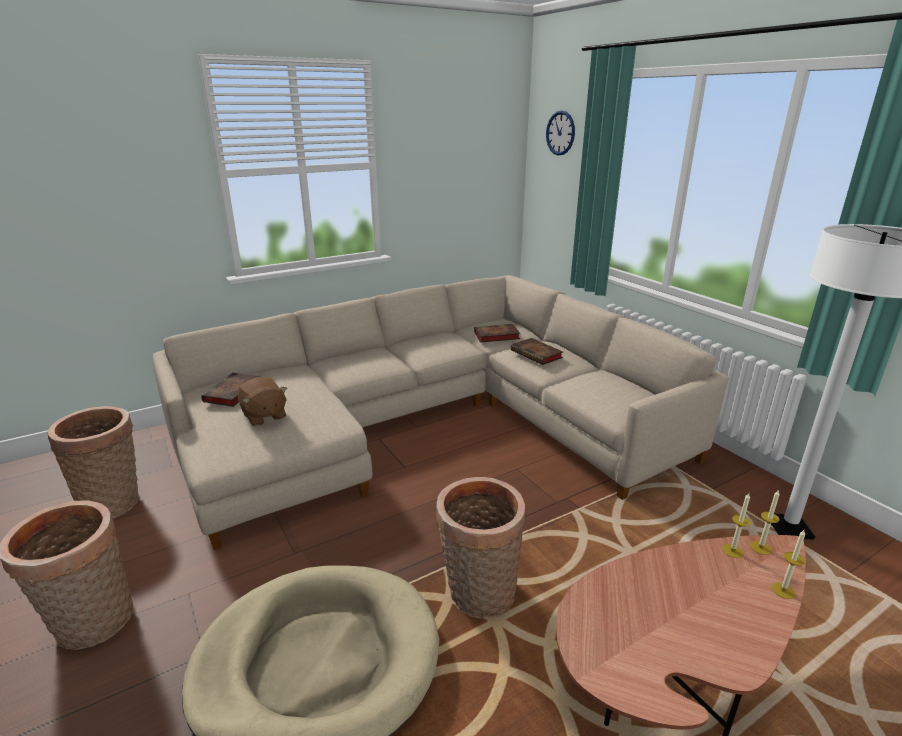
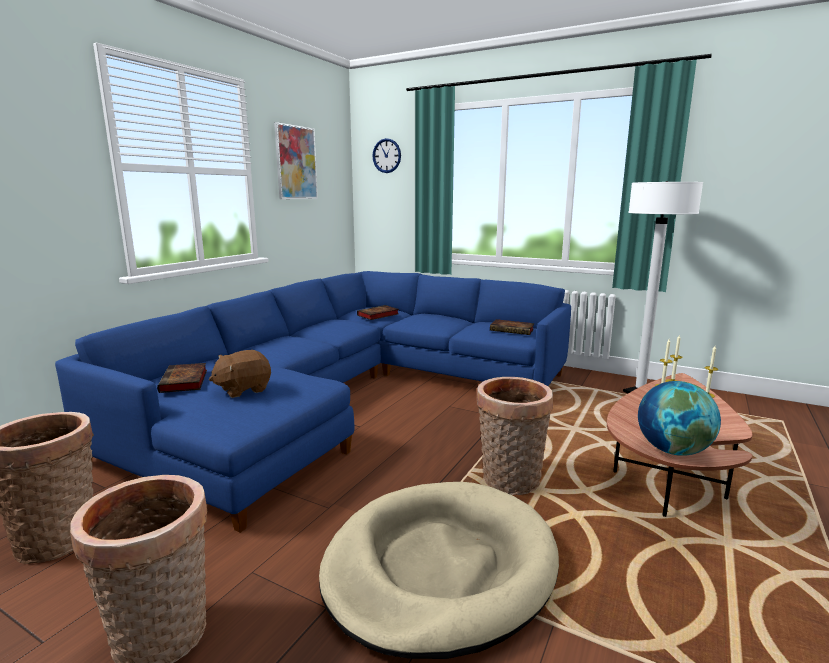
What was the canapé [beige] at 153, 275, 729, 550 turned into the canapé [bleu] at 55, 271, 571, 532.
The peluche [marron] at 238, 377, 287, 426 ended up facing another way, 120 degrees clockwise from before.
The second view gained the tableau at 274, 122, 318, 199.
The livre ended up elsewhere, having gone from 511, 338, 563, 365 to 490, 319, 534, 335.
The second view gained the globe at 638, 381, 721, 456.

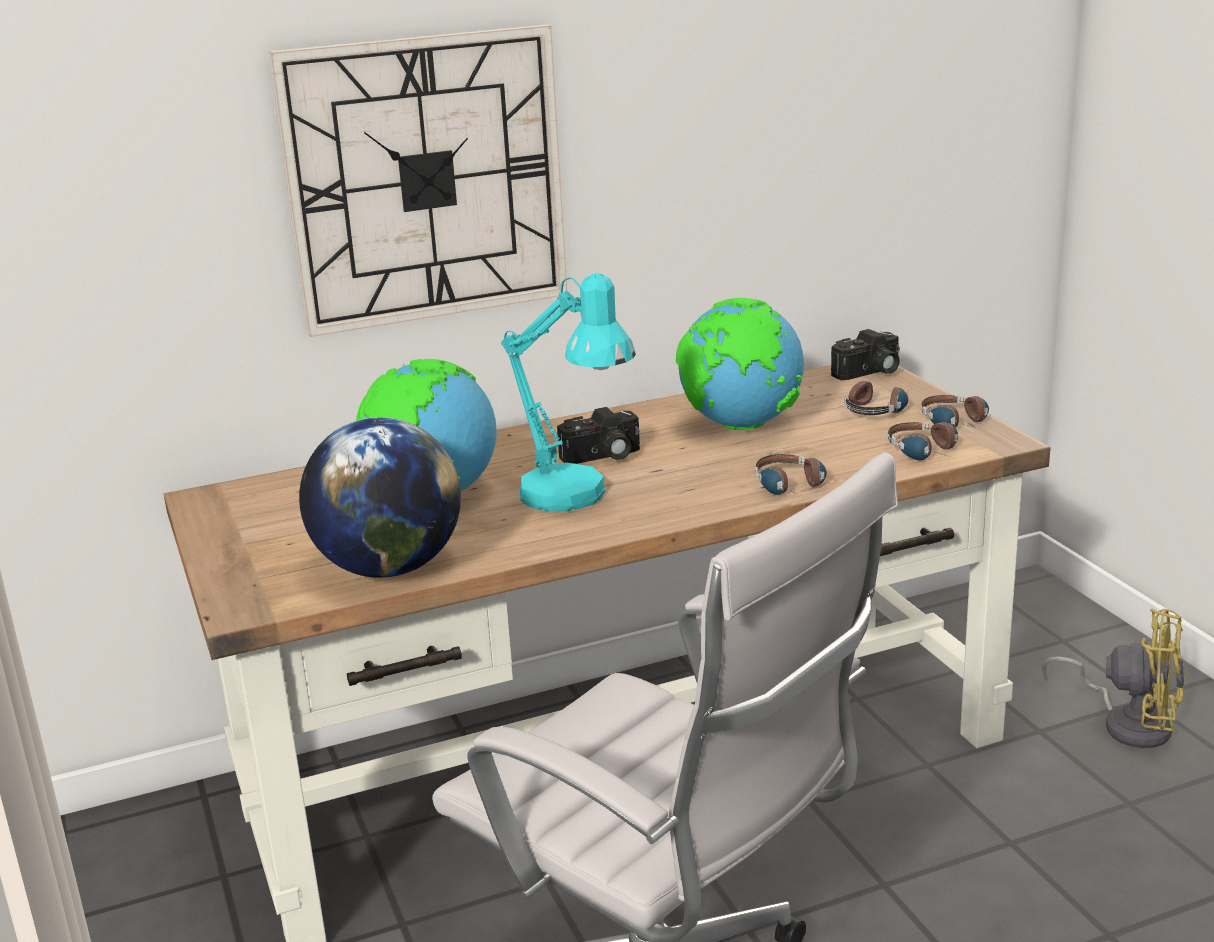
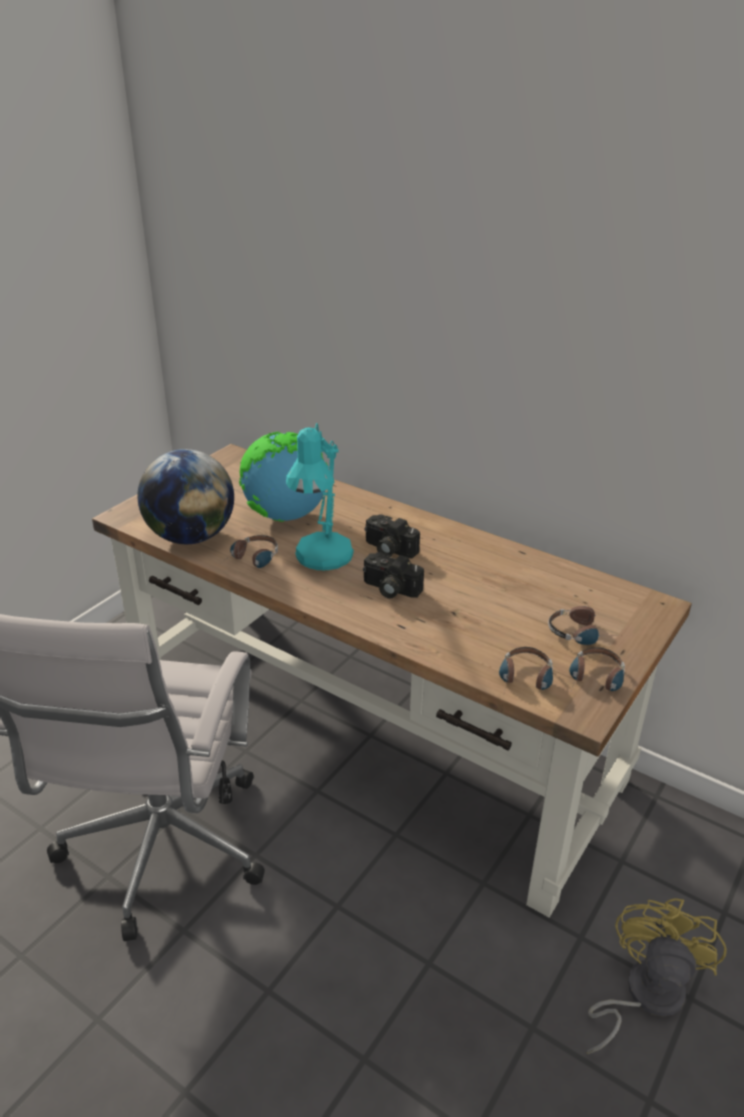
The casque audio ended up elsewhere, having gone from 755, 454, 827, 495 to 222, 535, 278, 568.
The appareil photo ended up elsewhere, having gone from 831, 329, 900, 380 to 363, 552, 424, 598.
The ventilateur [jaune] at 1042, 609, 1185, 748 ended up facing another way, 150 degrees counterclockwise from before.
The second view lost the horloge murale at 269, 24, 567, 337.
The second view lost the globe at 676, 298, 804, 430.

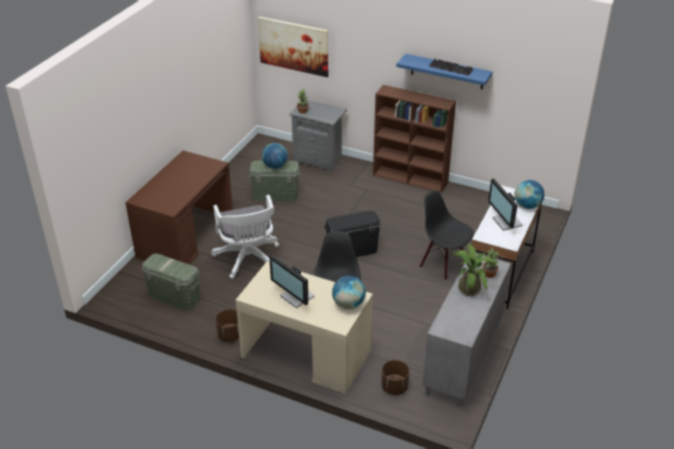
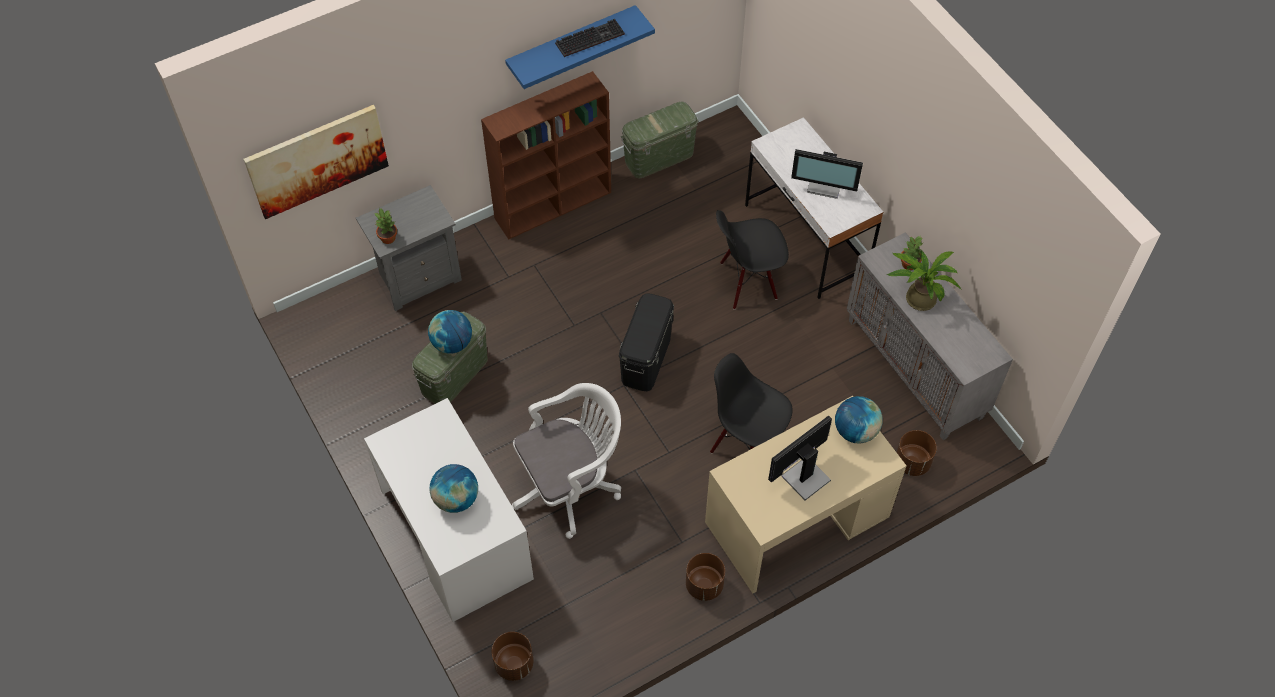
What was the bureau [marron] at 125, 151, 233, 264 turned into the bureau [blanc] at 364, 398, 534, 622.
The globe ended up elsewhere, having gone from 515, 180, 544, 209 to 429, 464, 478, 513.
The second view gained the cache-pot [marron] at 492, 632, 533, 681.
The chaise de bureau [blanc] at 212, 195, 279, 279 ended up facing another way, 45 degrees counterclockwise from before.
The boîte de rangement [vert] ended up elsewhere, having gone from 142, 253, 200, 311 to 621, 101, 699, 179.
The écran d'ordinateur at 269, 255, 314, 308 ended up facing another way, 150 degrees clockwise from before.

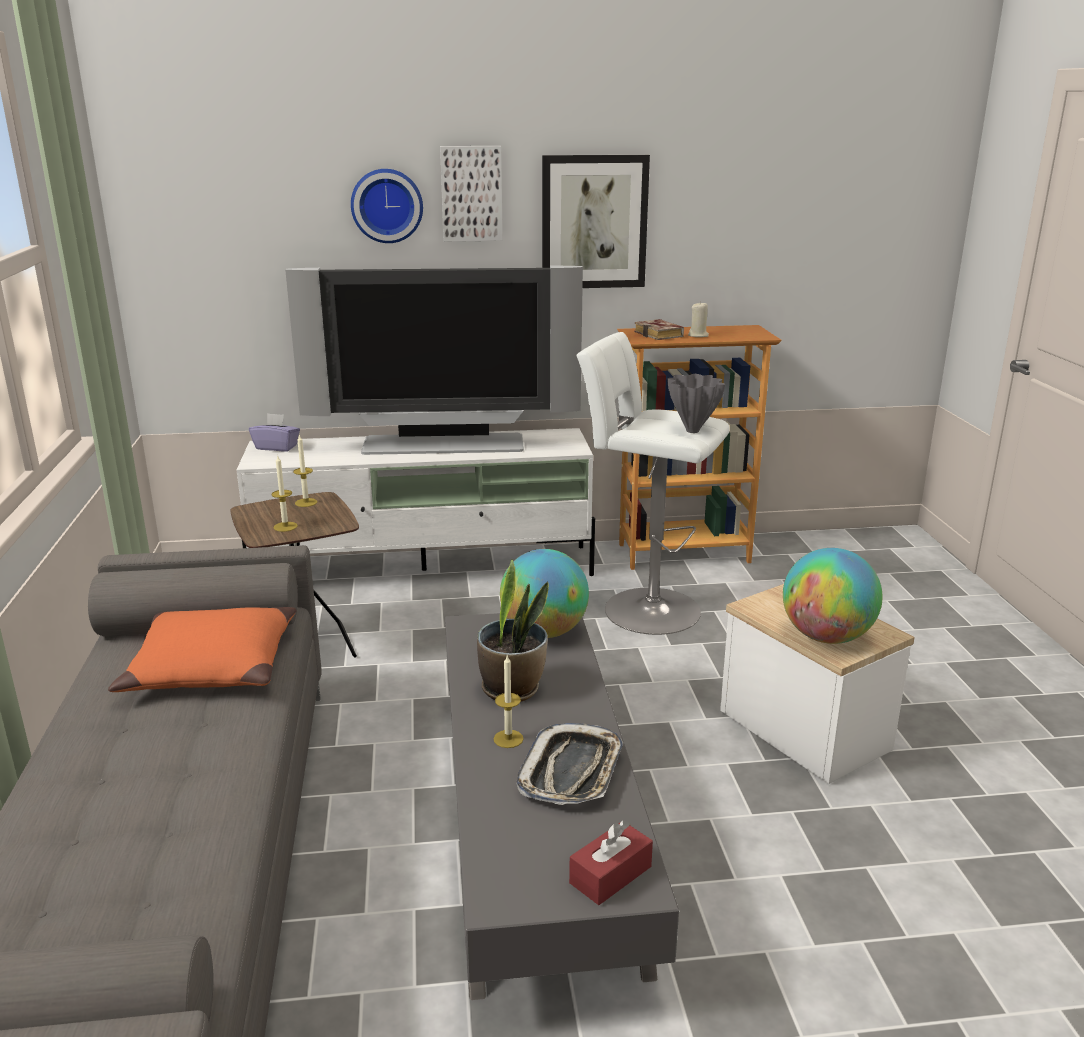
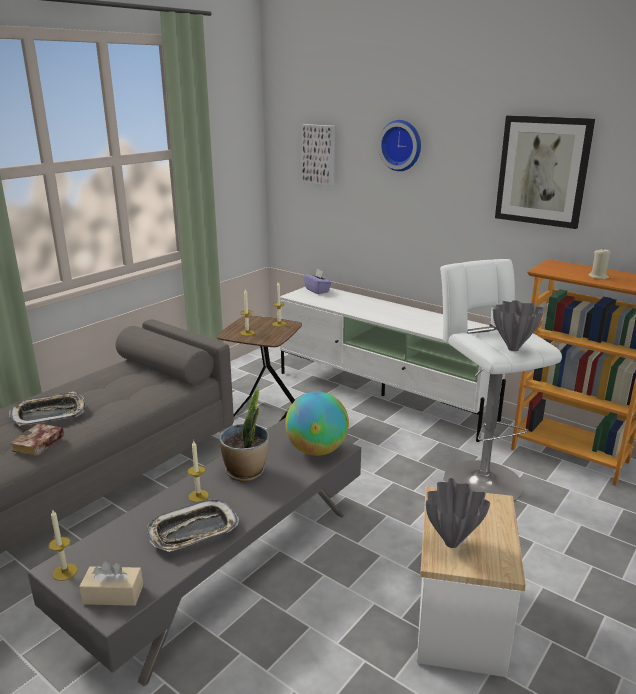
The second view gained the plateau at 9, 392, 85, 426.
The livre ended up elsewhere, having gone from 634, 319, 684, 340 to 10, 423, 64, 456.
The second view gained the bougie at 48, 509, 78, 581.
What was the boîte à mouchoirs [rouge] at 569, 820, 653, 905 turned into the boîte à mouchoirs [beige] at 79, 560, 143, 606.
The tableau ended up elsewhere, having gone from 440, 146, 503, 242 to 302, 124, 335, 186.
Where the globe stood at 783, 548, 882, 644, the vase [gris] came to stand at 426, 478, 490, 548.
The second view lost the coussin [orange] at 108, 607, 297, 692.
The second view lost the téléviseur at 285, 266, 583, 455.

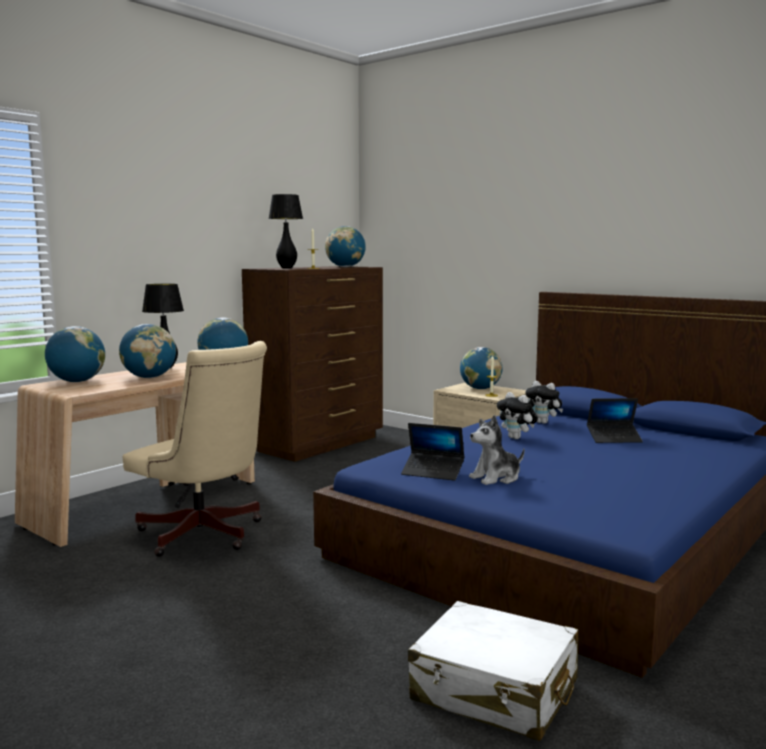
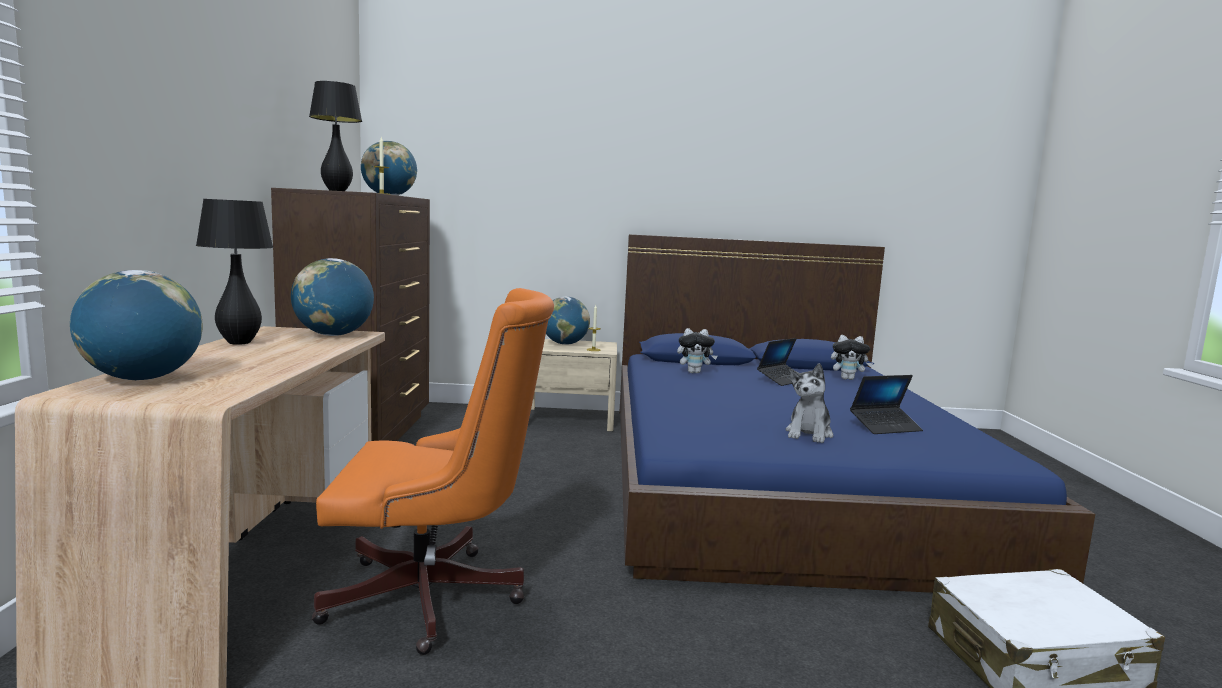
What was the chaise de bureau [beige] at 123, 341, 267, 557 turned into the chaise de bureau [orange] at 311, 288, 554, 655.
The peluche ended up elsewhere, having gone from 497, 392, 538, 439 to 831, 335, 873, 380.
The ordinateur portable ended up elsewhere, having gone from 401, 423, 464, 481 to 850, 375, 923, 434.
The second view lost the globe at 119, 324, 176, 378.

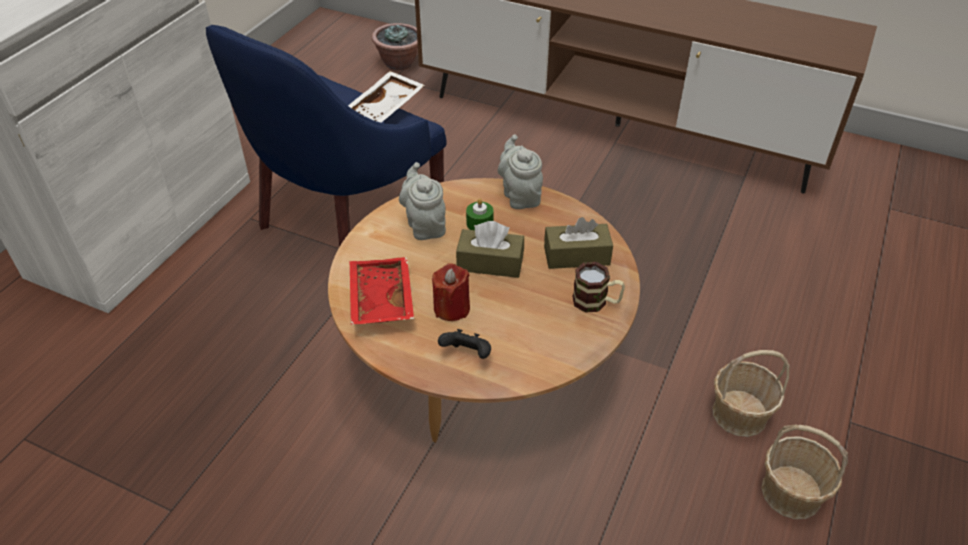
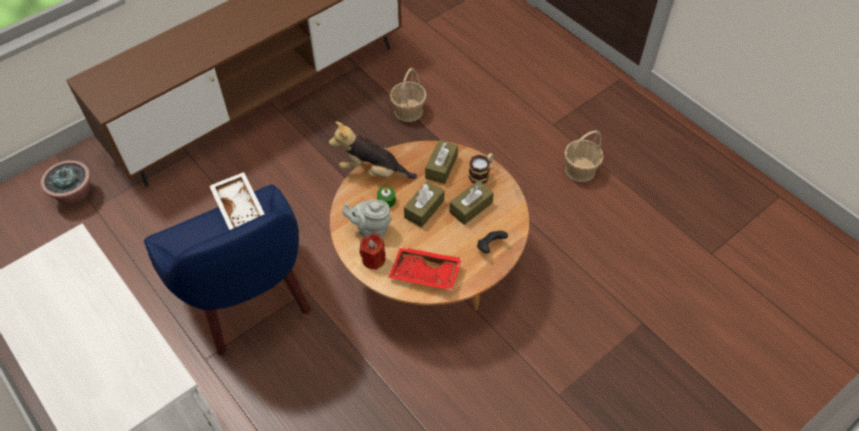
Where the théière [gris] stood at 498, 134, 543, 209, the peluche came to stand at 329, 121, 417, 179.
The bougie [rouge] ended up elsewhere, having gone from 432, 263, 470, 321 to 359, 233, 386, 270.
The panier ended up elsewhere, having gone from 712, 350, 789, 437 to 390, 68, 427, 122.
The second view gained the boîte à mouchoirs [marron] at 449, 180, 494, 225.

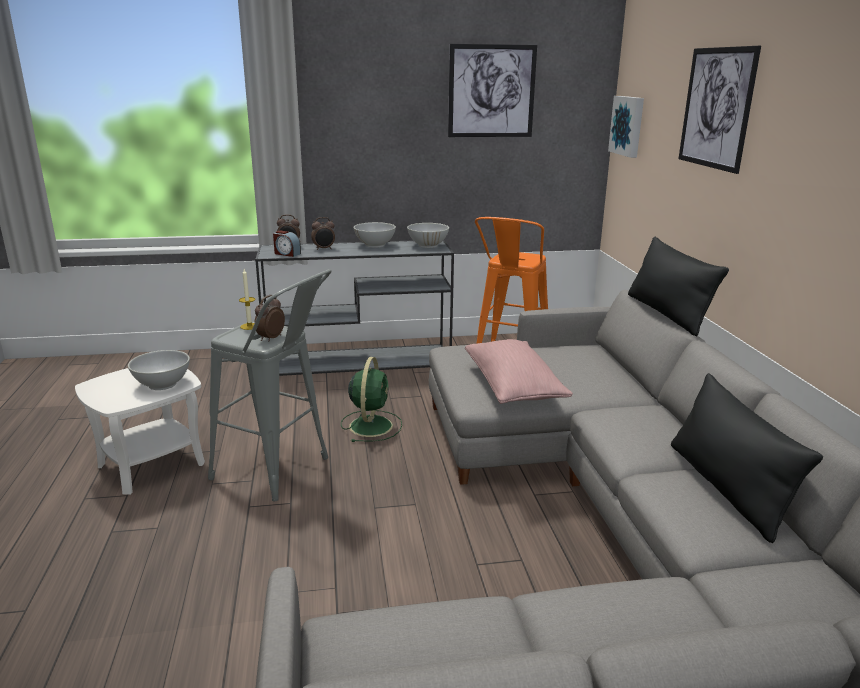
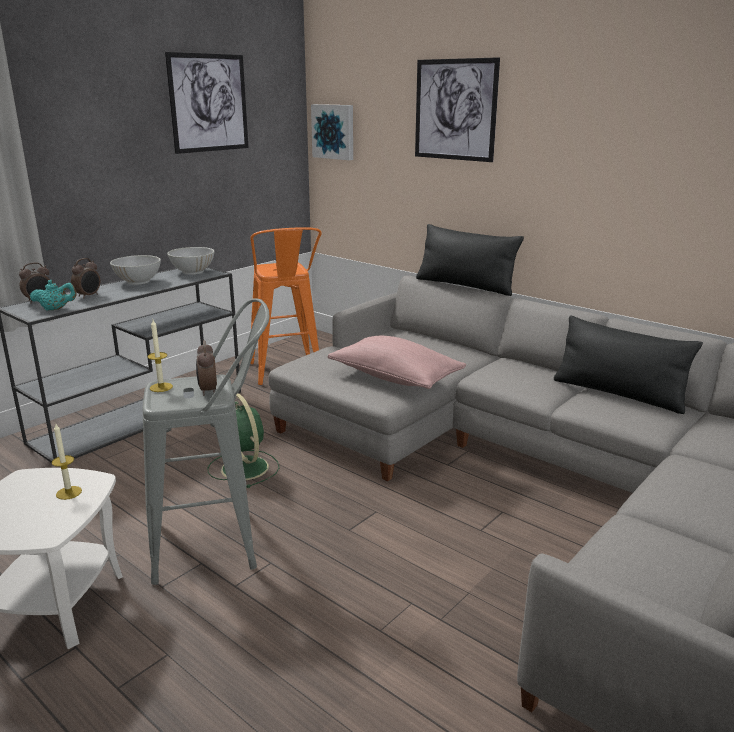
Where the réveil stood at 273, 231, 301, 257, the théière [turquoise] came to stand at 30, 280, 77, 311.
Where the bol [blanc] stood at 128, 350, 190, 390, the bougie came to stand at 52, 424, 82, 500.

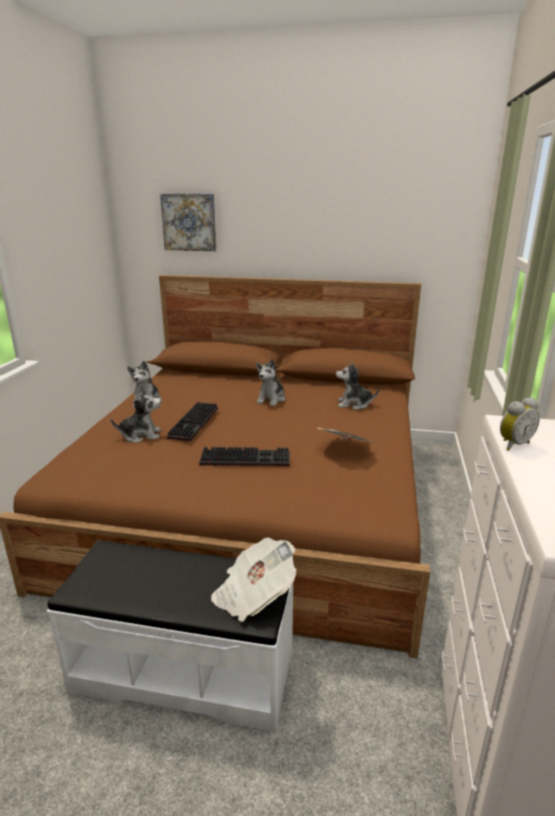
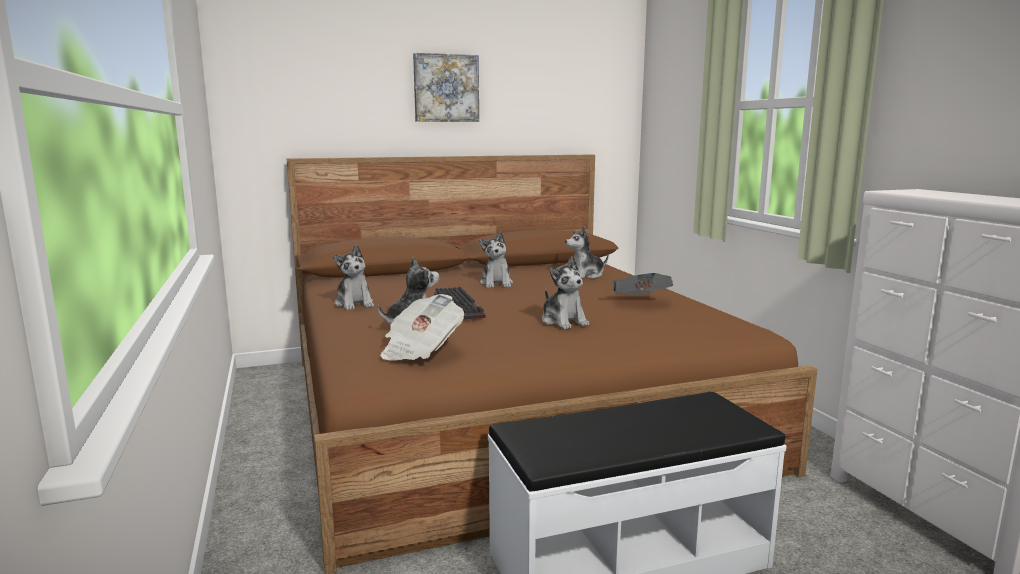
The journal ended up elsewhere, having gone from 211, 537, 297, 622 to 381, 294, 464, 361.
The tableau ended up elsewhere, having gone from 160, 194, 216, 251 to 413, 53, 479, 122.
Where the clavier stood at 199, 447, 289, 466, the peluche came to stand at 542, 256, 589, 329.
The second view lost the réveil at 500, 398, 540, 451.

